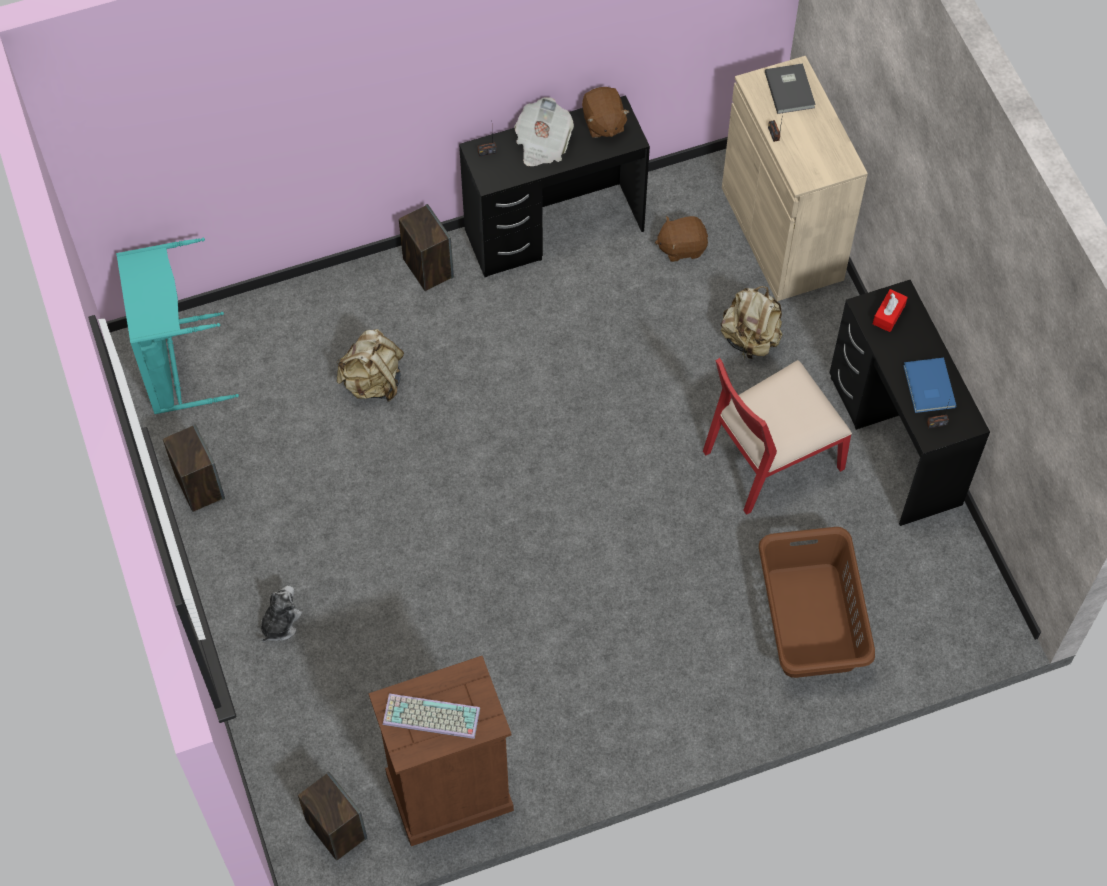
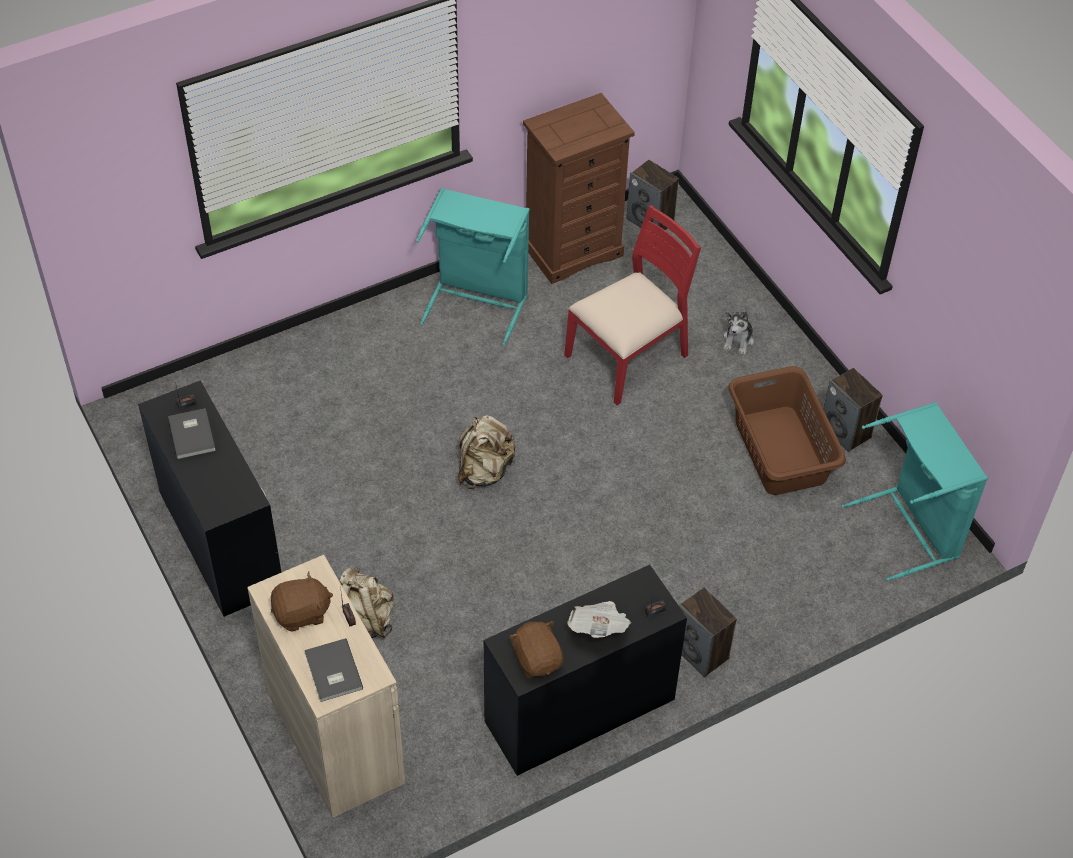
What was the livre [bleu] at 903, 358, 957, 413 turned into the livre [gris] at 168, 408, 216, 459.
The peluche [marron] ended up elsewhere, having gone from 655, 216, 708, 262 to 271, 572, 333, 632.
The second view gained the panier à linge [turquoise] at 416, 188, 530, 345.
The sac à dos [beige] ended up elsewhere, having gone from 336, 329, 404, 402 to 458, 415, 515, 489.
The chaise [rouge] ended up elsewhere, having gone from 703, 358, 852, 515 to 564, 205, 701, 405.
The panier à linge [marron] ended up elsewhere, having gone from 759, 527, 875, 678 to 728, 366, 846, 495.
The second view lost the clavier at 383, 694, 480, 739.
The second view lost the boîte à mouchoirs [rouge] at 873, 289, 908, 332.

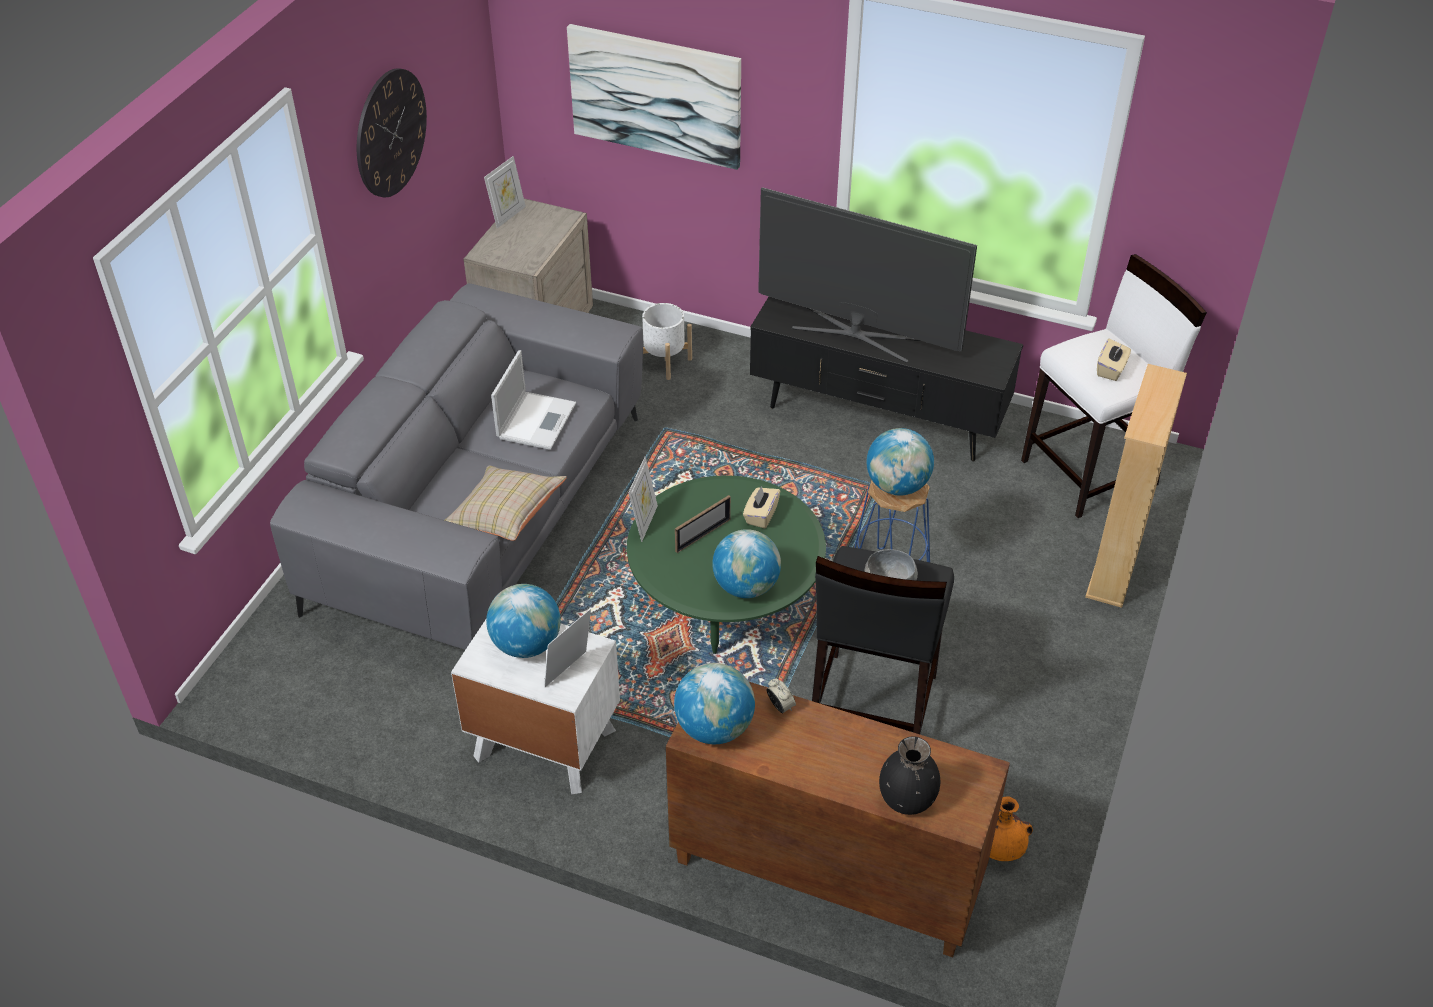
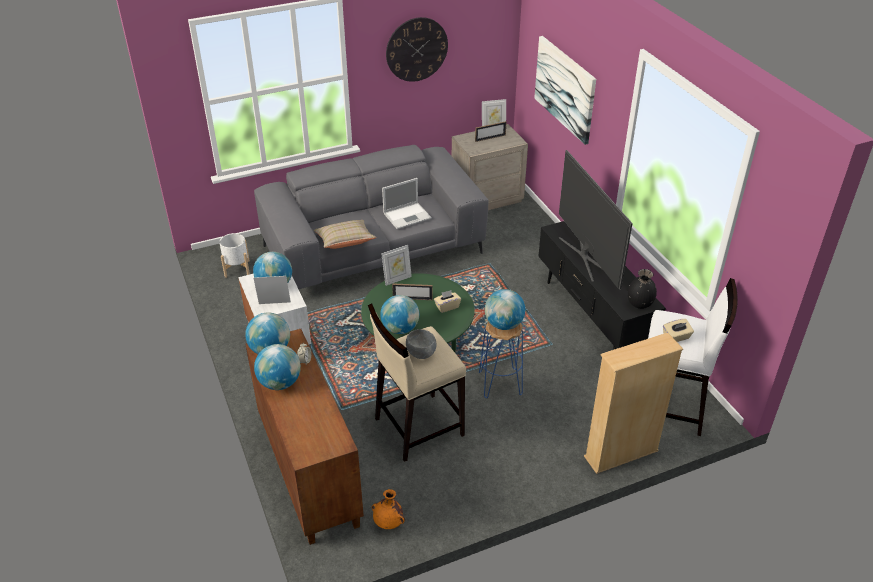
The cache-pot [blanc] ended up elsewhere, having gone from 642, 303, 692, 380 to 219, 233, 250, 278.
The second view gained the globe at 254, 344, 301, 390.
What was the tabouret [noir] at 812, 546, 954, 734 turned into the tabouret [beige] at 368, 303, 466, 462.
The second view gained the cadre photo at 475, 121, 506, 142.
The vase [noir] ended up elsewhere, having gone from 879, 736, 941, 815 to 627, 269, 657, 309.

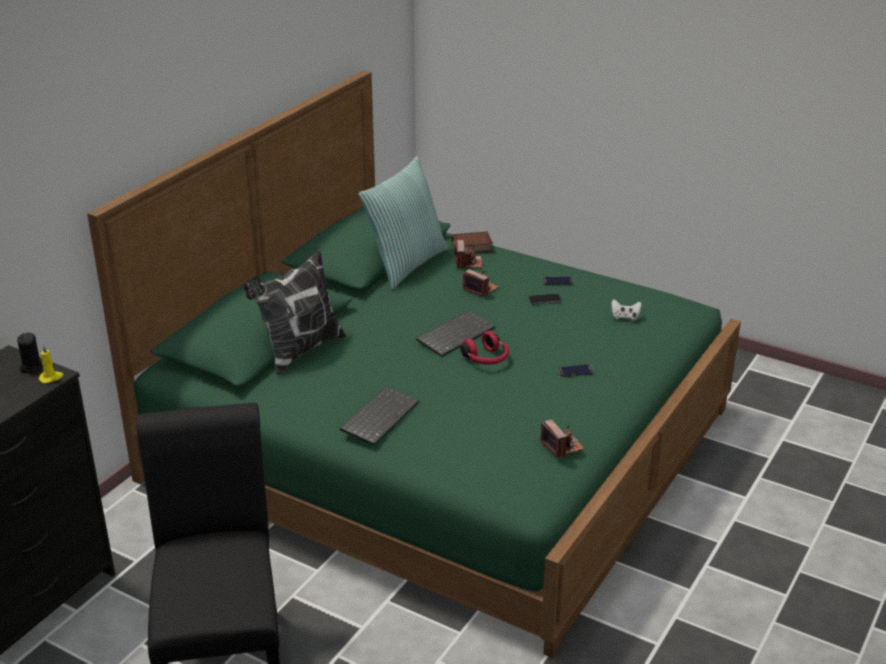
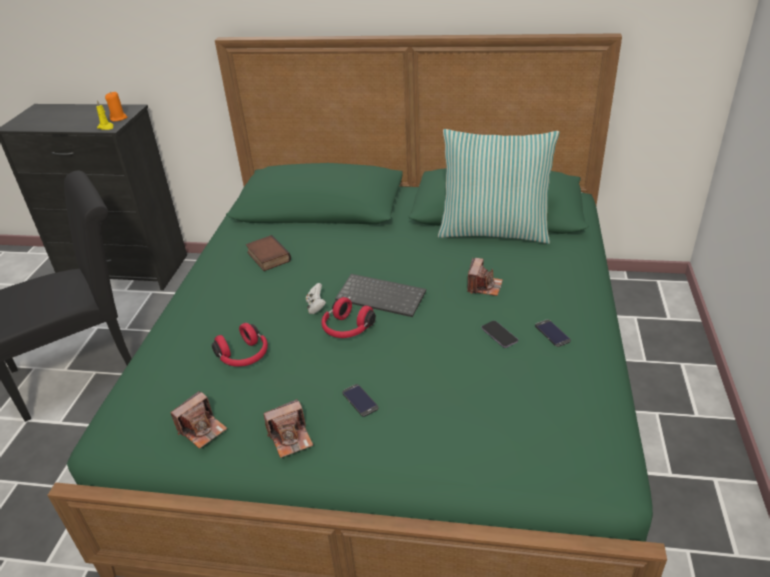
What was the bougie [noir] at 17, 333, 43, 373 turned into the bougie [orange] at 105, 92, 127, 121.
The second view gained the casque audio [rouge] at 212, 323, 268, 367.
The livre ended up elsewhere, having gone from 452, 232, 493, 253 to 246, 235, 291, 271.
The appareil photo ended up elsewhere, having gone from 454, 240, 482, 269 to 263, 399, 313, 458.
The manette [blanc] ended up elsewhere, having gone from 611, 299, 641, 321 to 306, 283, 326, 314.
The second view lost the coussin at 243, 250, 346, 375.
The second view lost the clavier at 340, 386, 419, 446.

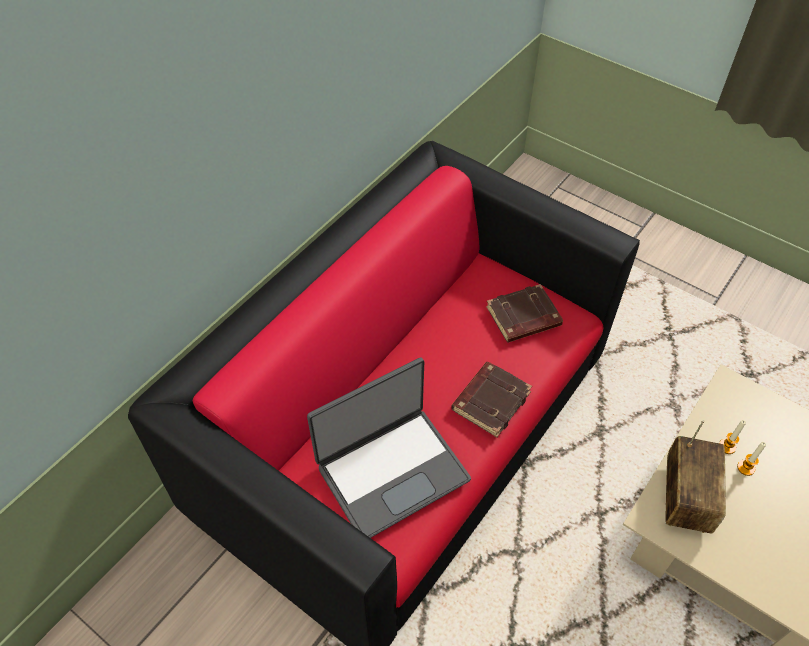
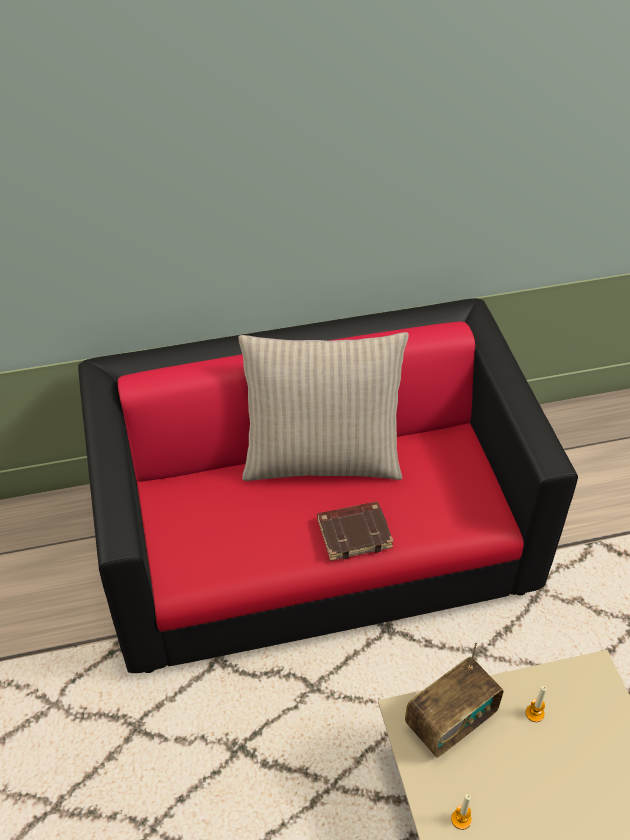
The second view gained the coussin [beige] at 239, 332, 409, 481.
The bougie ended up elsewhere, having gone from 737, 442, 766, 476 to 451, 794, 472, 830.
The second view lost the ordinateur portable at 307, 357, 471, 538.
The second view lost the livre [marron] at 486, 284, 563, 342.

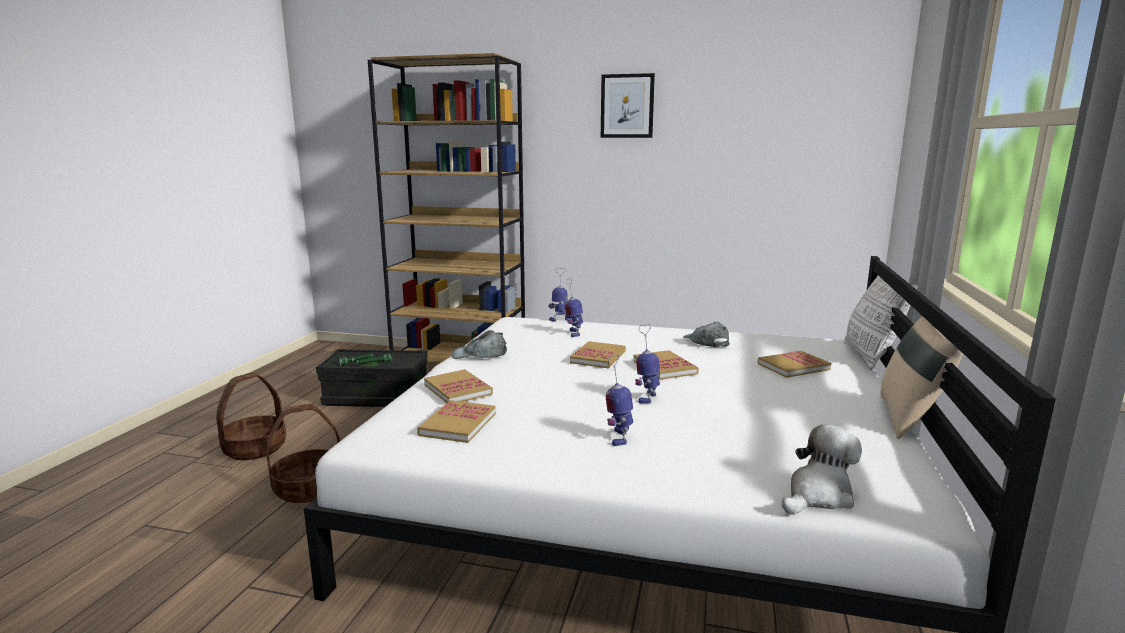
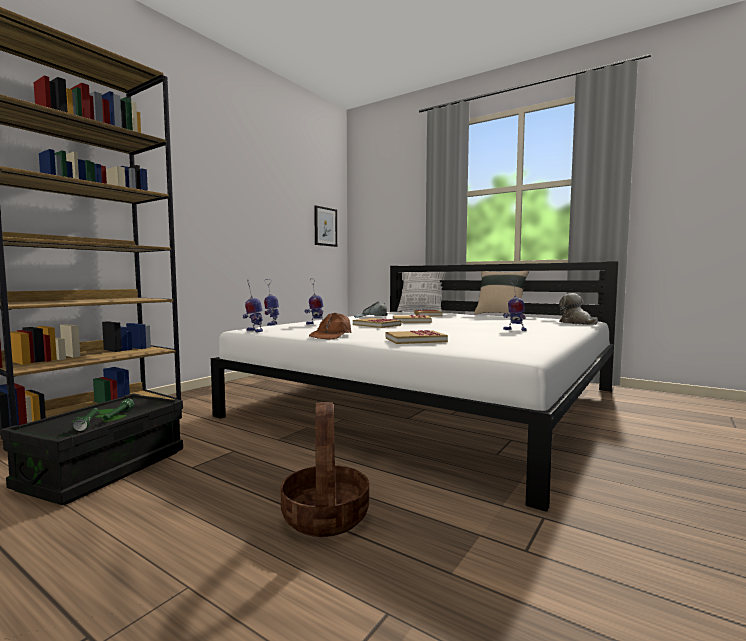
The robot jouet ended up elsewhere, having gone from 635, 324, 660, 403 to 243, 279, 263, 332.
What was the casquette [gris] at 452, 330, 507, 359 turned into the casquette [marron] at 309, 313, 352, 340.
The tableau ended up elsewhere, having gone from 601, 73, 655, 138 to 314, 205, 337, 247.
The second view lost the panier at 216, 373, 286, 460.
The second view lost the livre at 417, 400, 496, 443.

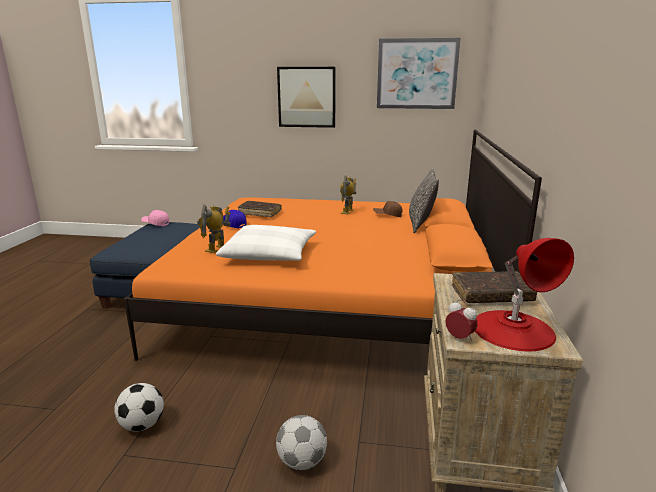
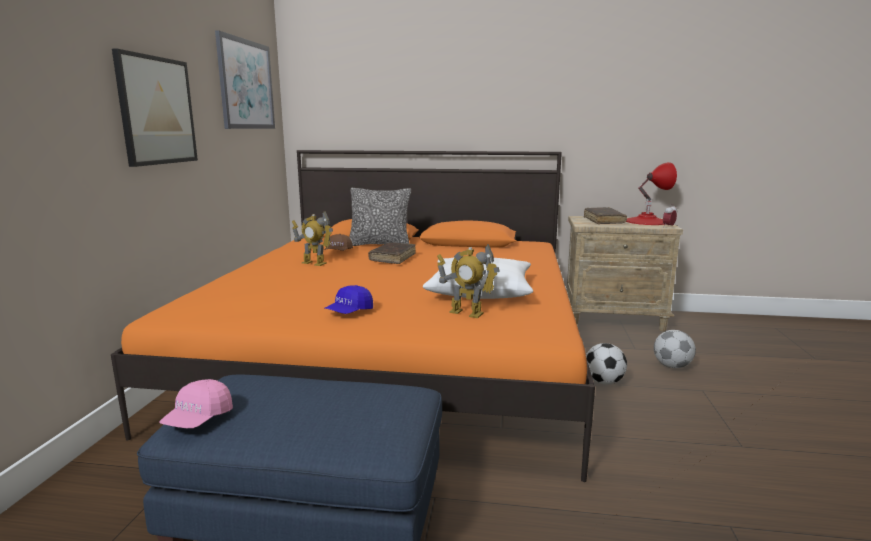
The livre [marron] ended up elsewhere, having gone from 238, 201, 281, 218 to 368, 243, 416, 264.
The ballon de foot ended up elsewhere, having gone from 114, 383, 164, 432 to 586, 343, 627, 385.

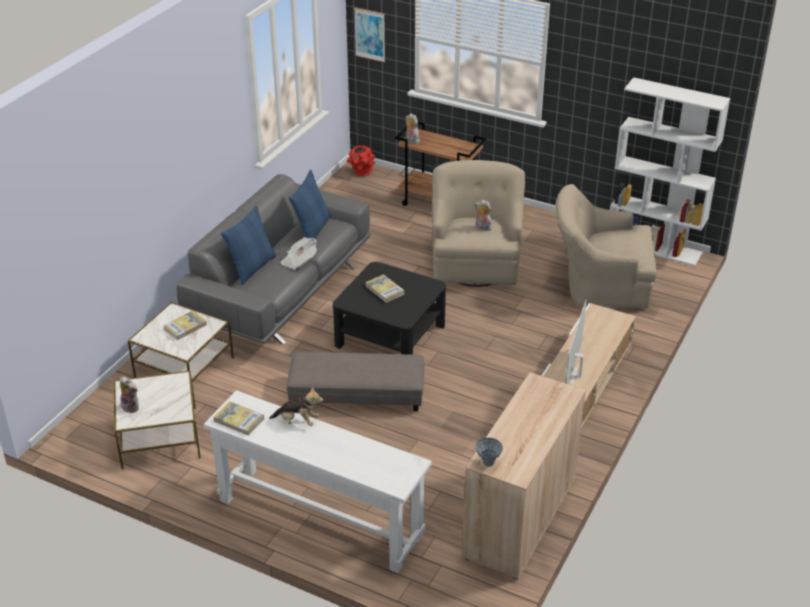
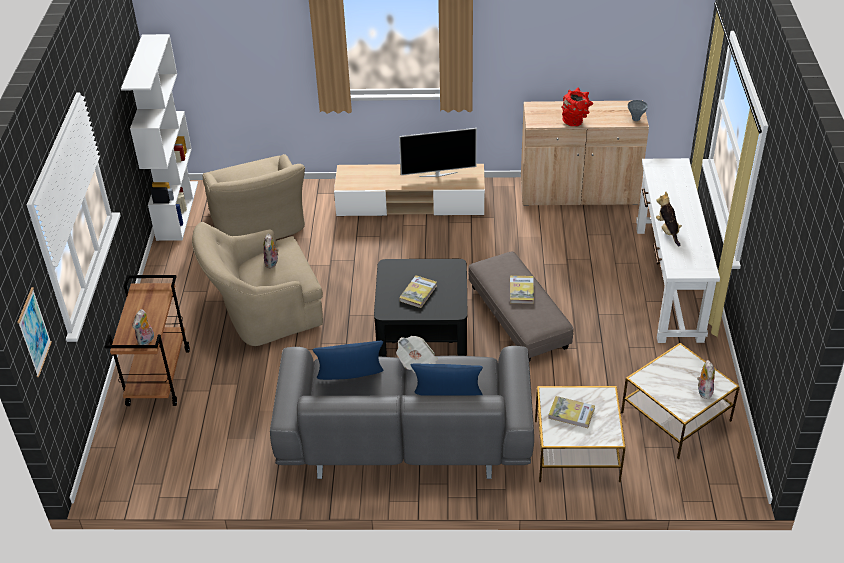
The livre ended up elsewhere, having gone from 213, 401, 264, 436 to 510, 276, 534, 304.
The vase [rouge] ended up elsewhere, having gone from 347, 145, 376, 176 to 561, 87, 593, 127.

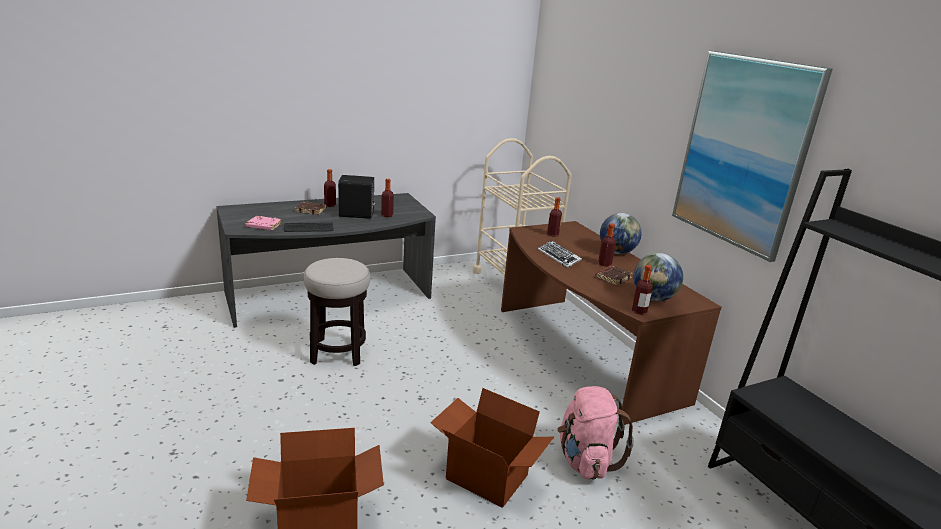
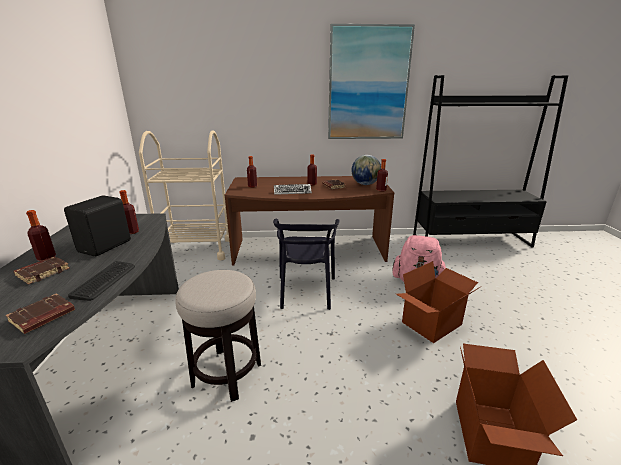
What was the livre [rose] at 246, 216, 282, 230 turned into the livre [marron] at 6, 294, 75, 334.
The second view gained the chaise [noir] at 273, 219, 339, 310.
The second view lost the globe at 600, 213, 642, 254.

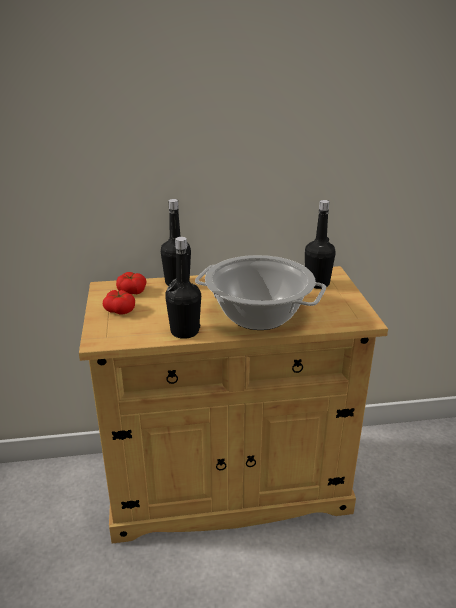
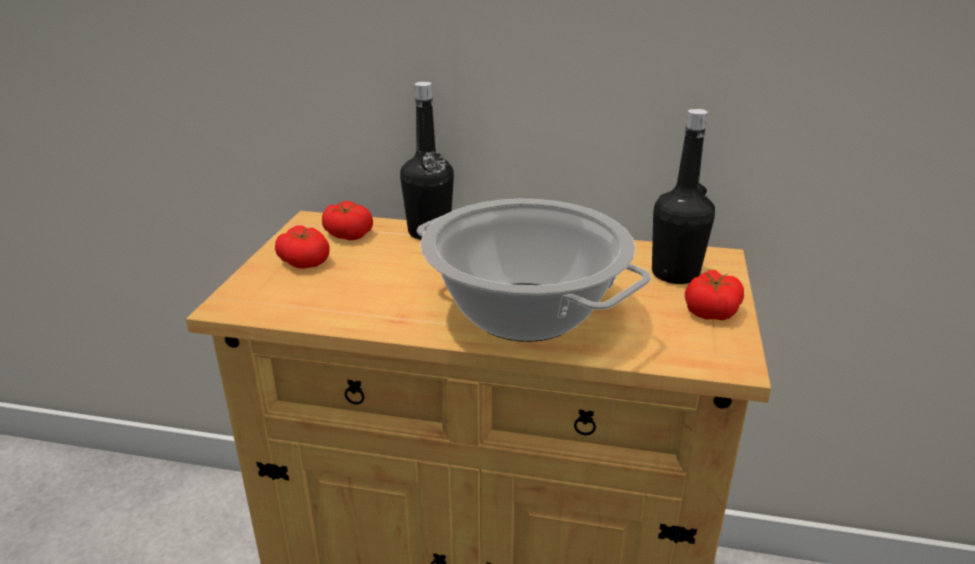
The second view gained the tomate at 685, 270, 744, 320.
The second view lost the bouteille [noir] at 165, 237, 201, 339.

